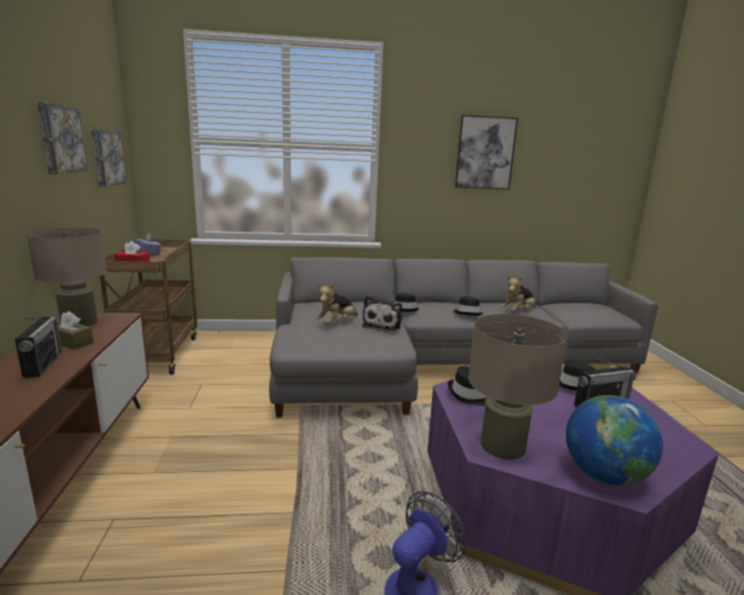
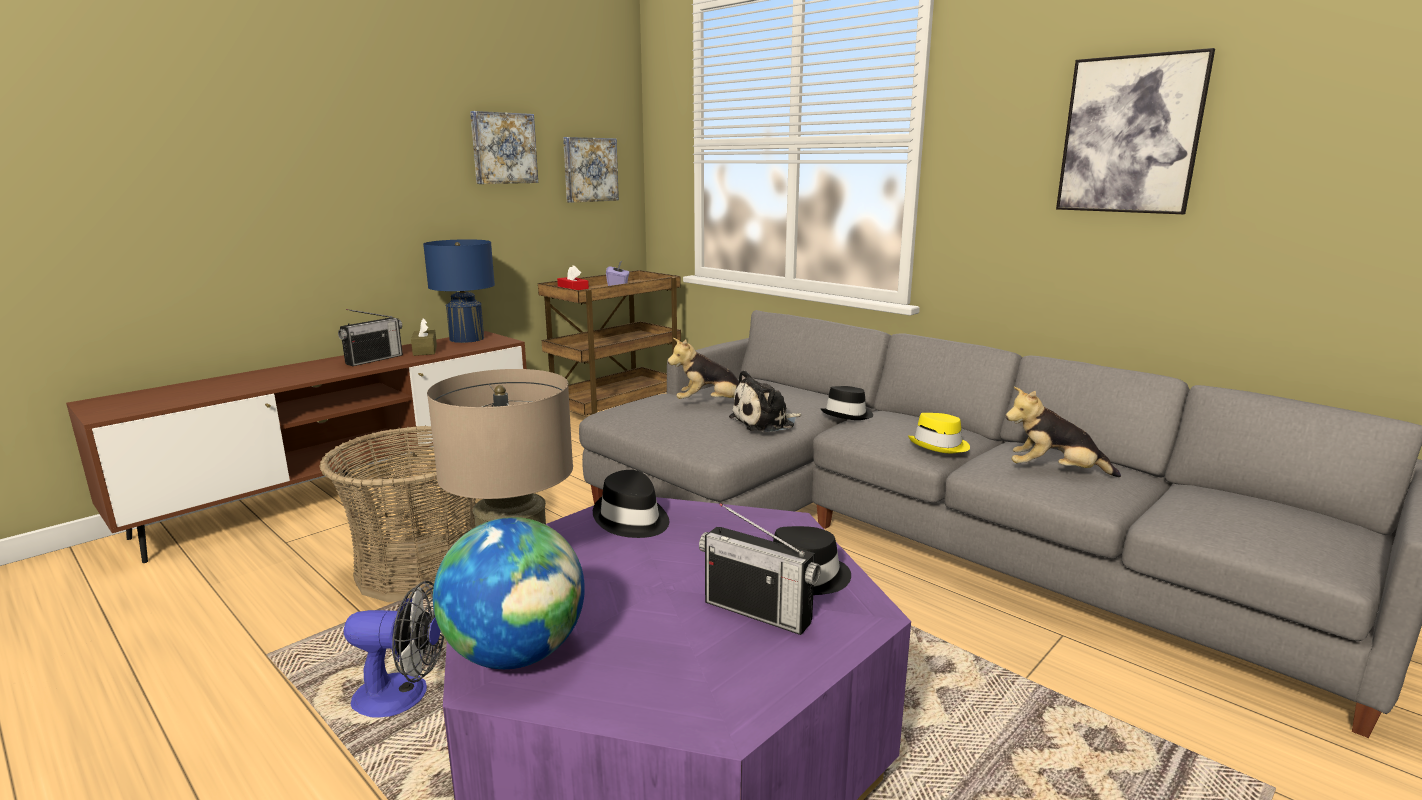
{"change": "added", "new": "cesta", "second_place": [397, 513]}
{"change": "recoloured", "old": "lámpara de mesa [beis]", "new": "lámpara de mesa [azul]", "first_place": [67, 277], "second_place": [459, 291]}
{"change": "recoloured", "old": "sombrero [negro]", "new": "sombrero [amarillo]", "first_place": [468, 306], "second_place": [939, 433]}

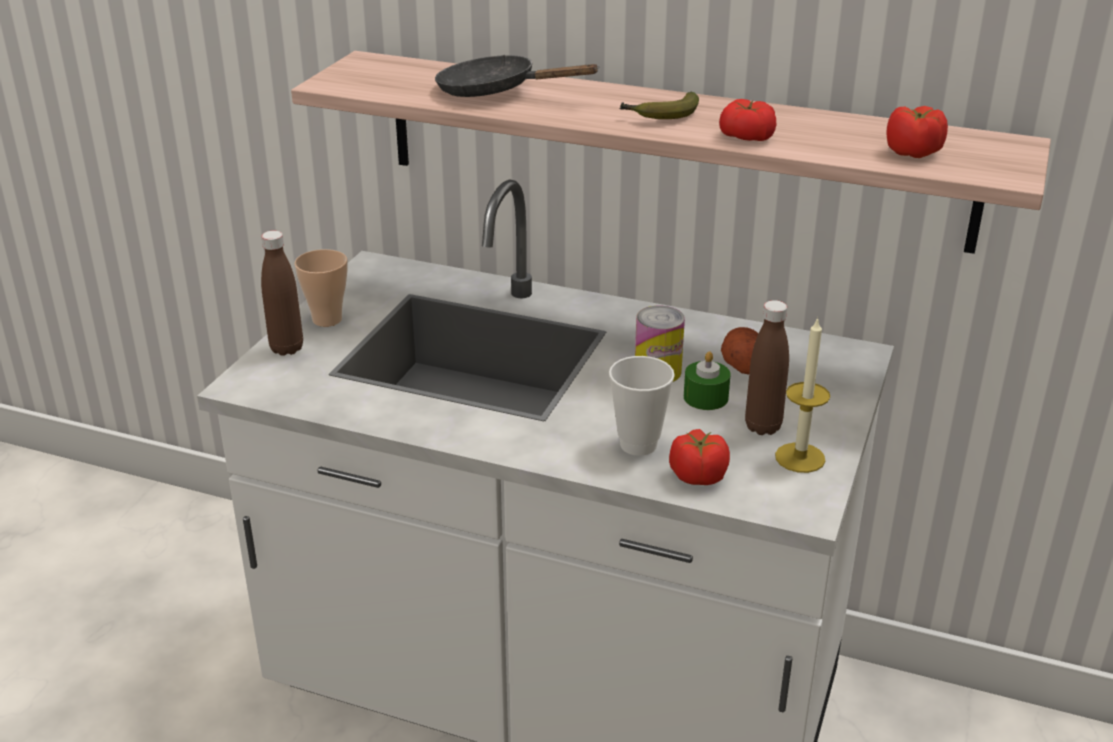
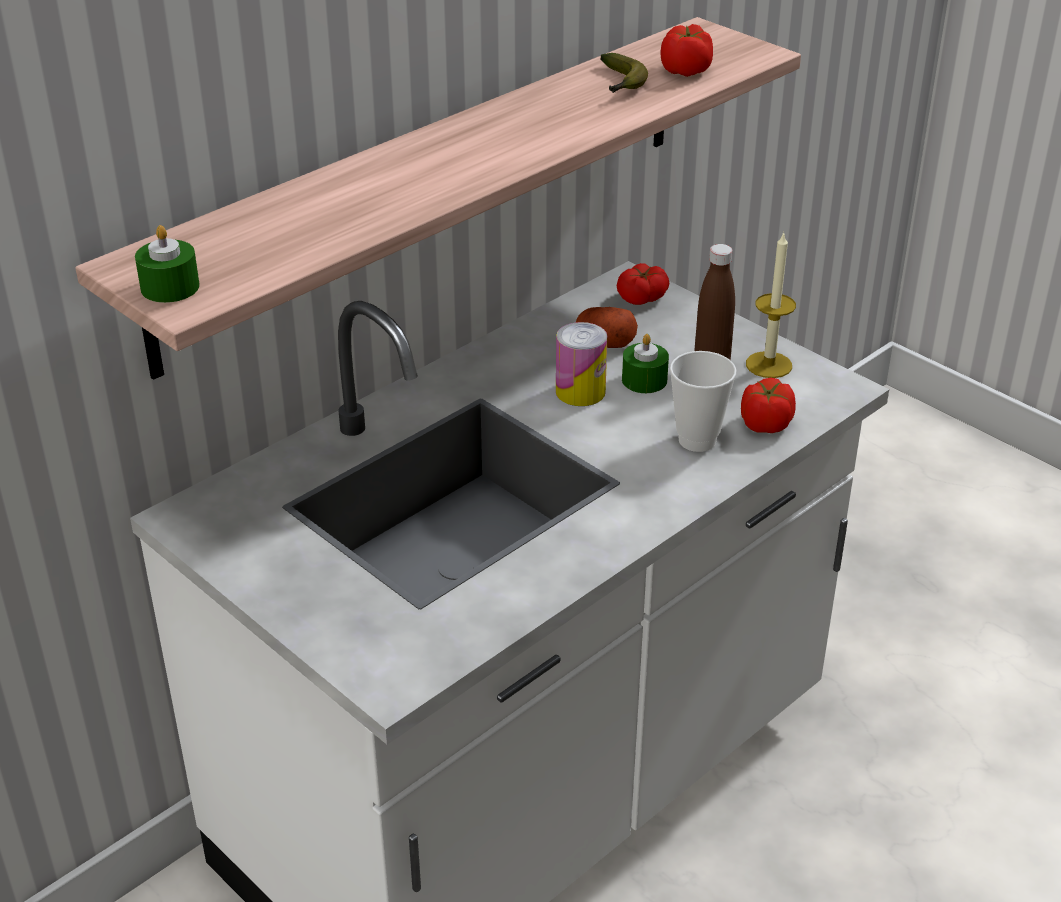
{"change": "added", "new": "vela [verde]", "second_place": [167, 264]}
{"change": "moved", "old": "plátano", "first_place": [659, 105], "second_place": [624, 73]}
{"change": "moved", "old": "tomate", "first_place": [747, 120], "second_place": [643, 284]}
{"change": "removed", "old": "botella [marrón]", "first_place": [282, 293]}
{"change": "removed", "old": "taza", "first_place": [321, 288]}
{"change": "removed", "old": "sartén [negro]", "first_place": [517, 76]}

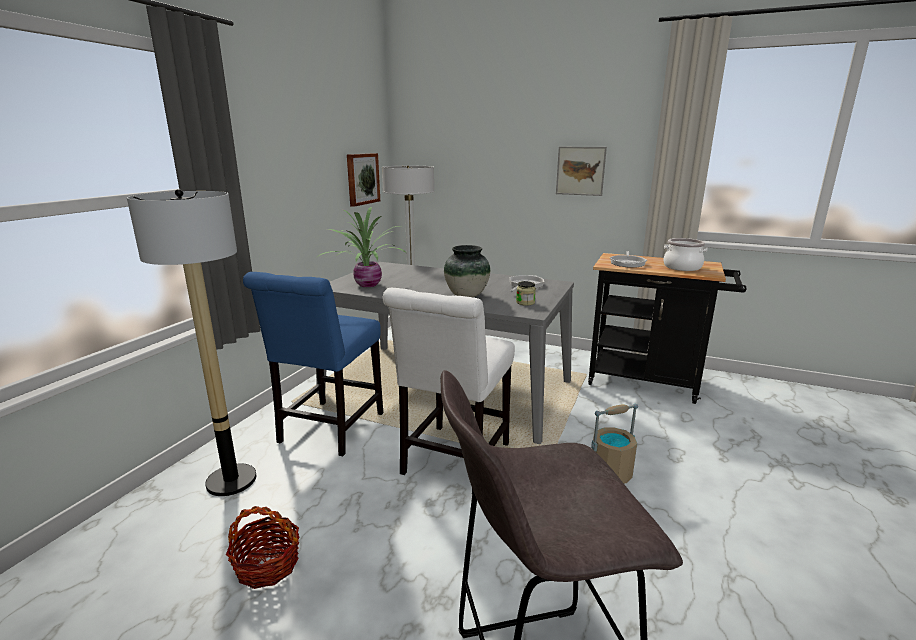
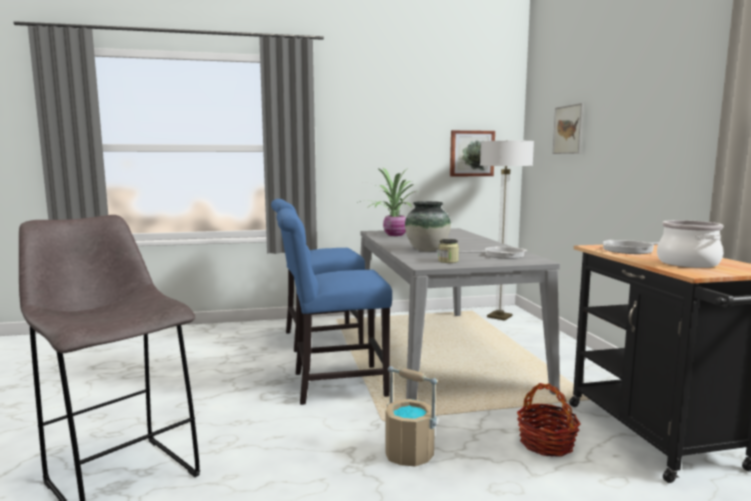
{"change": "recoloured", "old": "silla [blanco]", "new": "silla [azul]", "first_place": [449, 391], "second_place": [334, 306]}
{"change": "moved", "old": "cesta", "first_place": [263, 547], "second_place": [549, 420]}
{"change": "moved", "old": "cuadro", "first_place": [581, 171], "second_place": [568, 128]}
{"change": "removed", "old": "lámpara de pie", "first_place": [191, 342]}

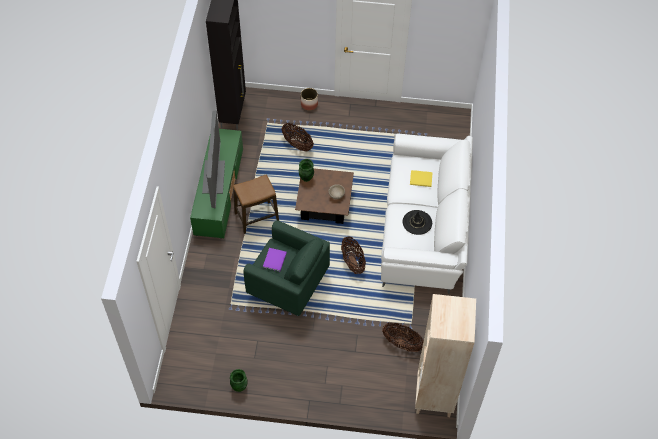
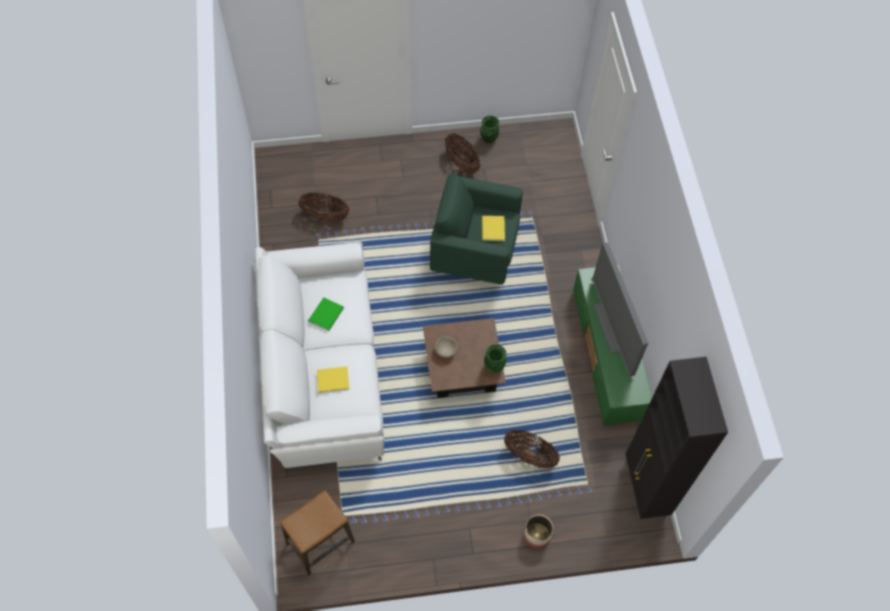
{"change": "moved", "old": "taburete", "first_place": [256, 204], "second_place": [317, 533]}
{"change": "replaced", "old": "sombrero [negro]", "new": "libro [verde]", "first_place": [417, 222], "second_place": [326, 314]}
{"change": "moved", "old": "cesta", "first_place": [353, 255], "second_place": [462, 154]}
{"change": "recoloured", "old": "libro [morado]", "new": "libro [amarillo]", "first_place": [275, 259], "second_place": [493, 228]}
{"change": "removed", "old": "estantería [beis]", "first_place": [445, 355]}

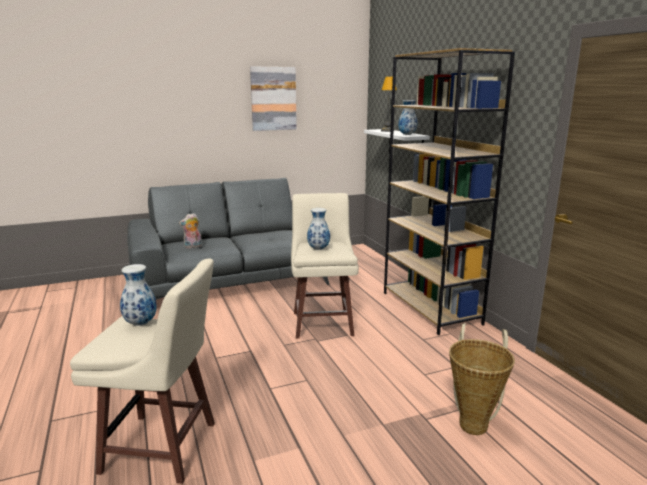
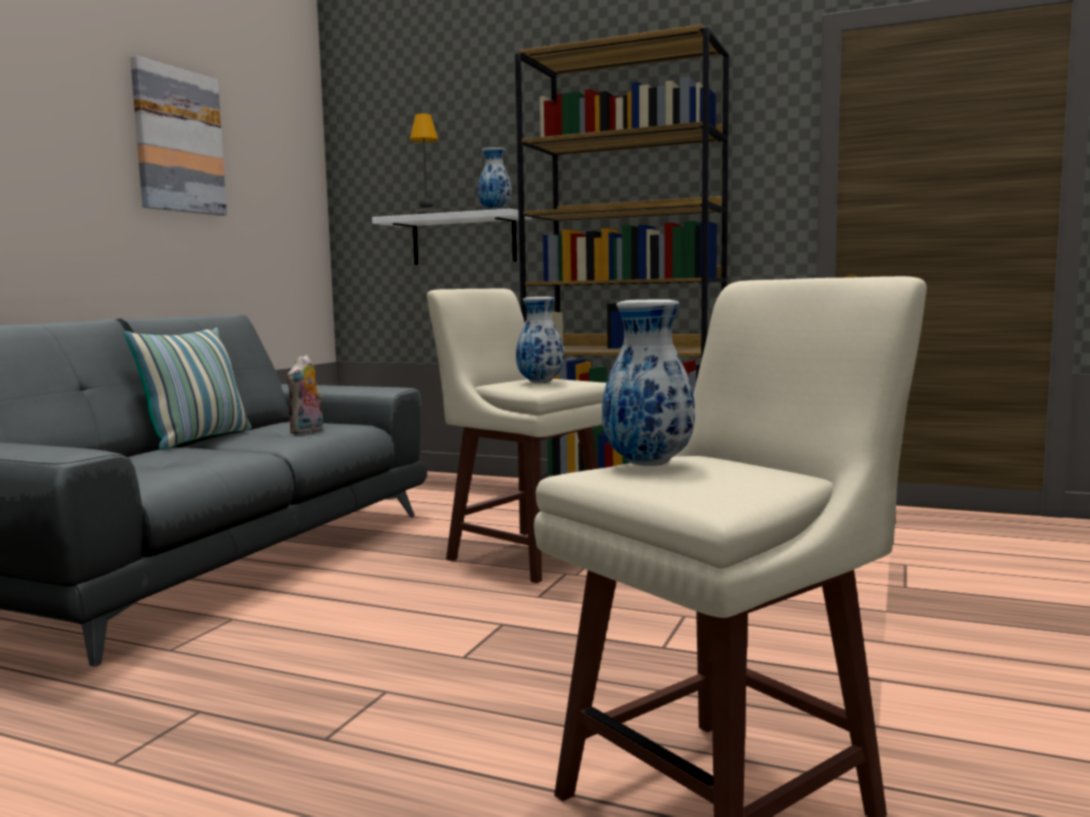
{"change": "added", "new": "cojín", "second_place": [187, 388]}
{"change": "moved", "old": "peluche", "first_place": [190, 230], "second_place": [305, 394]}
{"change": "removed", "old": "cesta", "first_place": [482, 379]}

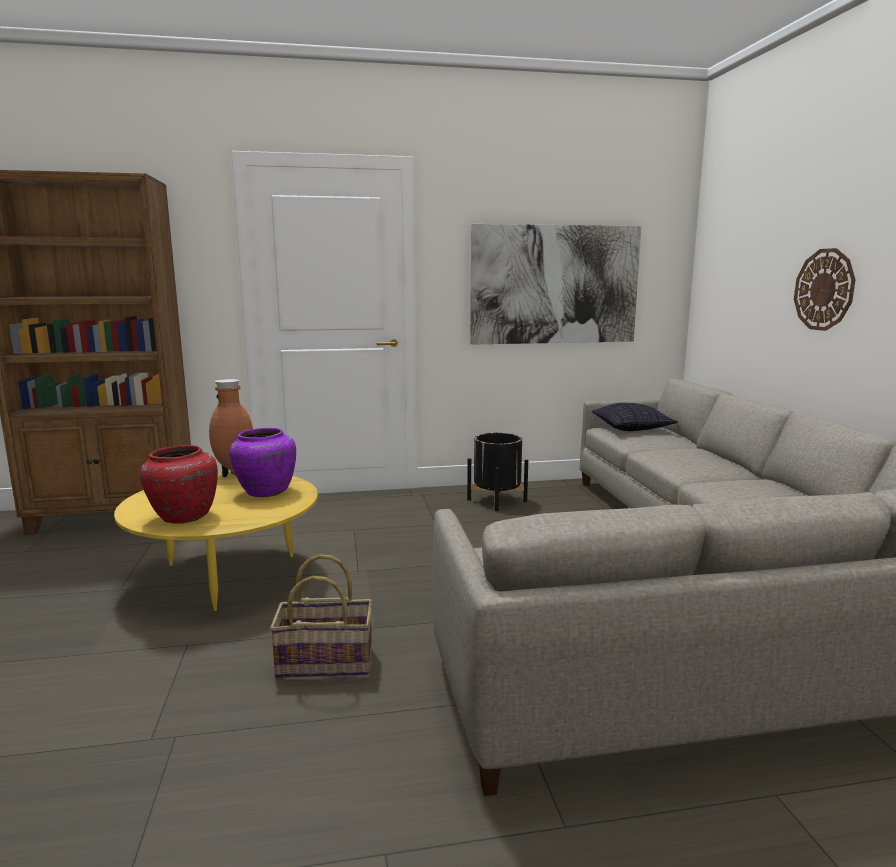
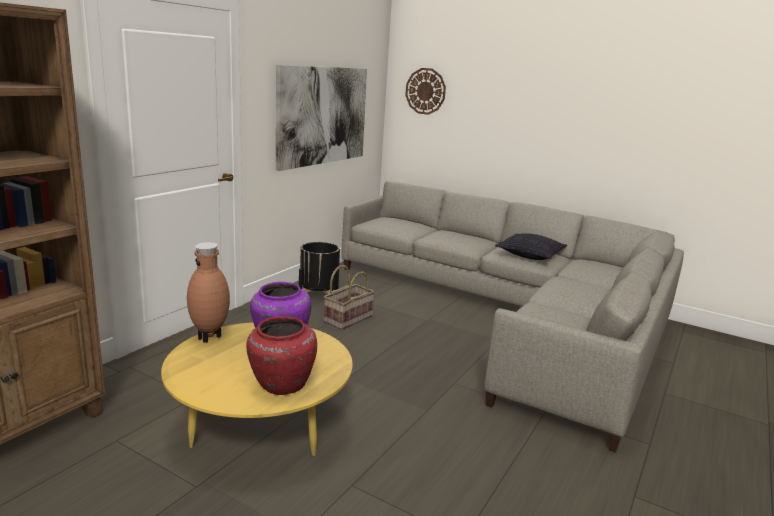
{"change": "moved", "old": "cesta", "first_place": [321, 616], "second_place": [349, 297]}
{"change": "moved", "old": "reloj de pared", "first_place": [824, 289], "second_place": [425, 91]}
{"change": "moved", "old": "cojín", "first_place": [635, 417], "second_place": [531, 246]}

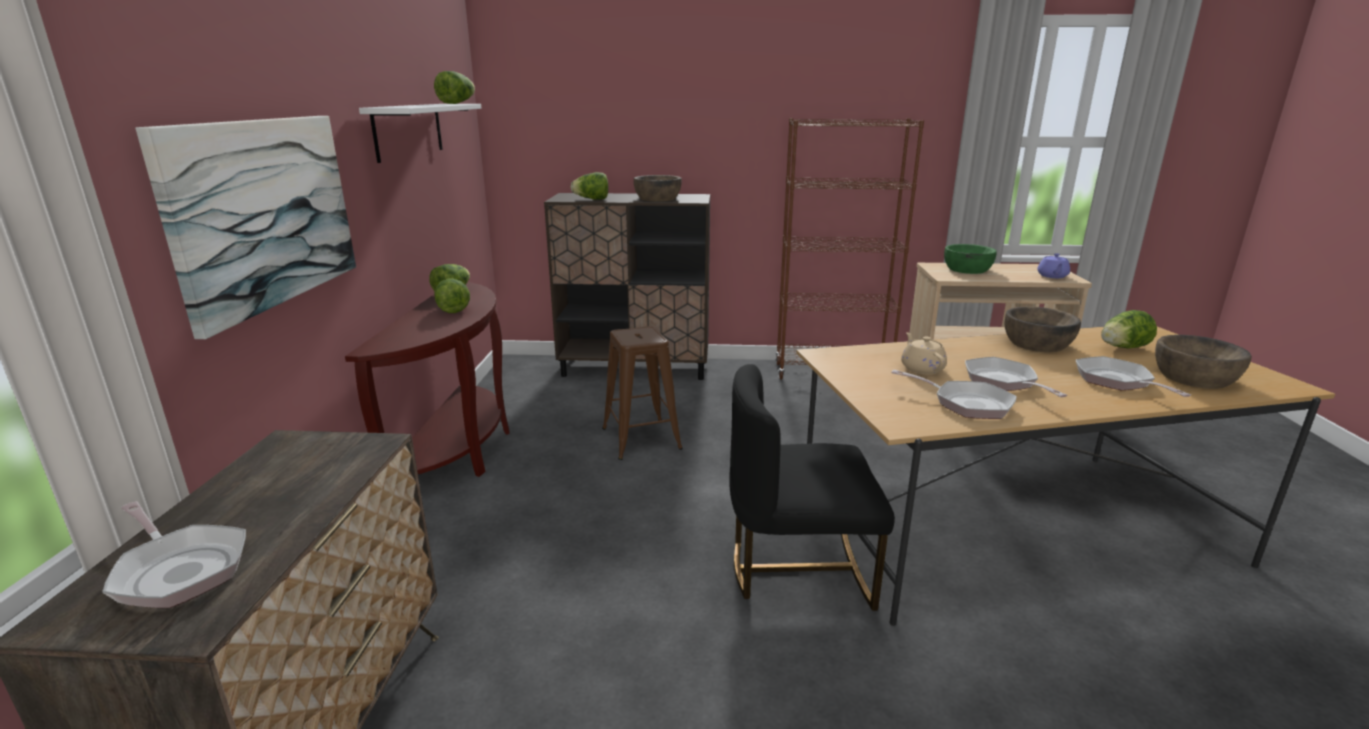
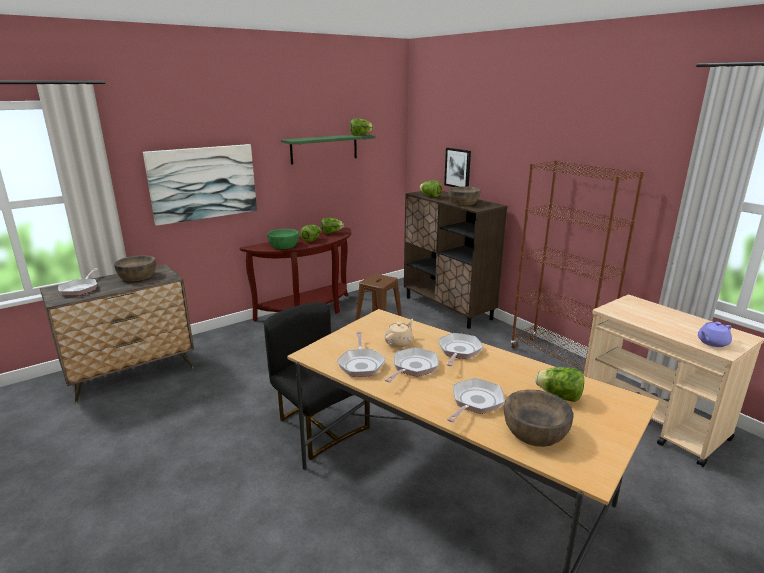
{"change": "moved", "old": "cuenco [marrón]", "first_place": [1042, 329], "second_place": [135, 268]}
{"change": "moved", "old": "cuenco [verde]", "first_place": [970, 259], "second_place": [283, 239]}
{"change": "recoloured", "old": "estante [blanco]", "new": "estante [verde]", "first_place": [420, 133], "second_place": [328, 149]}
{"change": "added", "new": "sartén", "second_place": [460, 349]}
{"change": "added", "new": "cuadro", "second_place": [457, 167]}

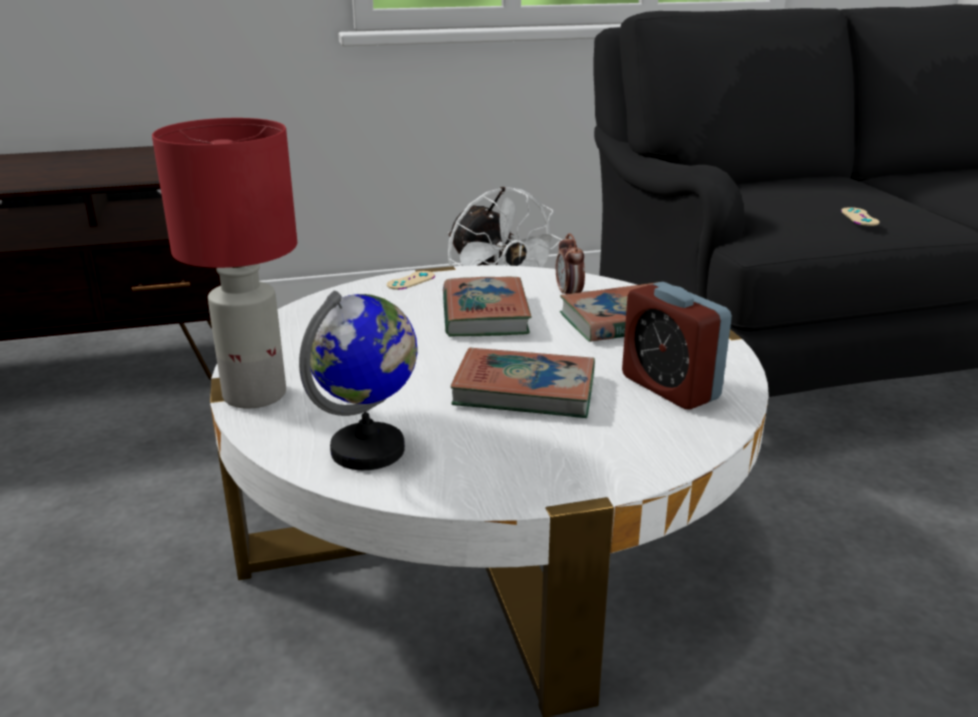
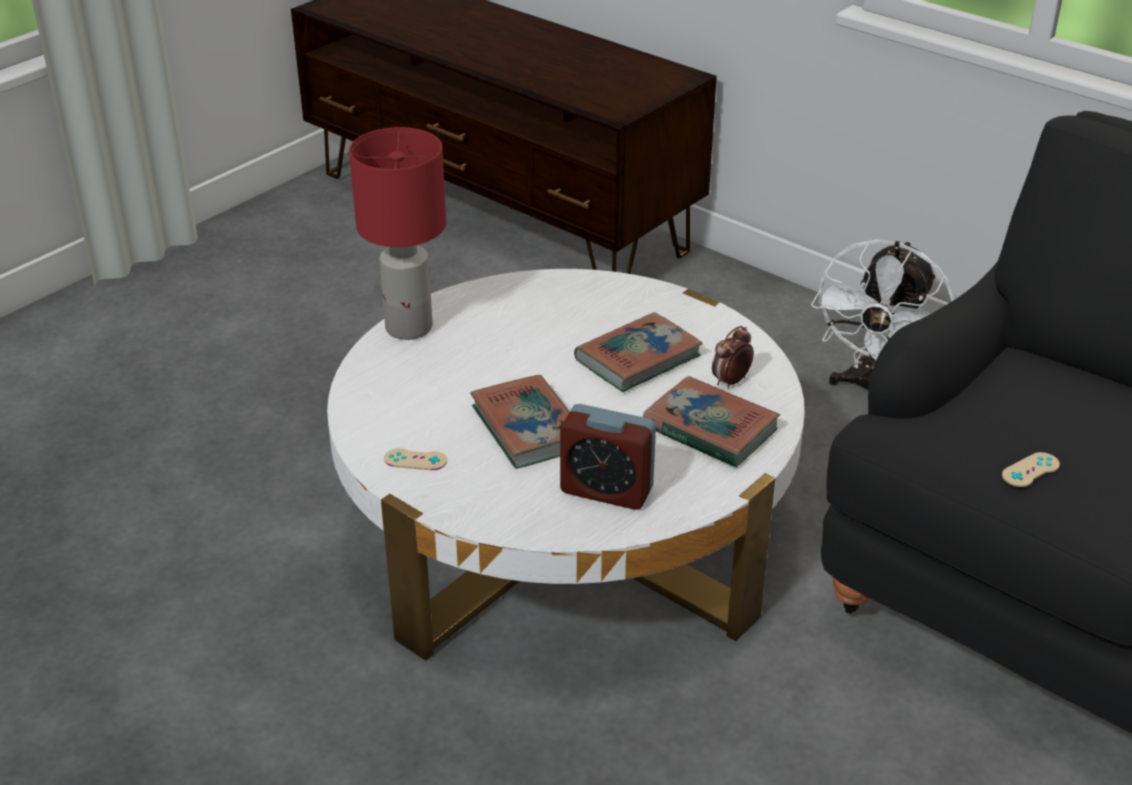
{"change": "moved", "old": "mando de consola [beis]", "first_place": [411, 280], "second_place": [415, 459]}
{"change": "turned", "old": "despertador", "first_place": [677, 345], "second_place": [608, 457], "degrees": -90}
{"change": "removed", "old": "globo terráqueo", "first_place": [358, 380]}

